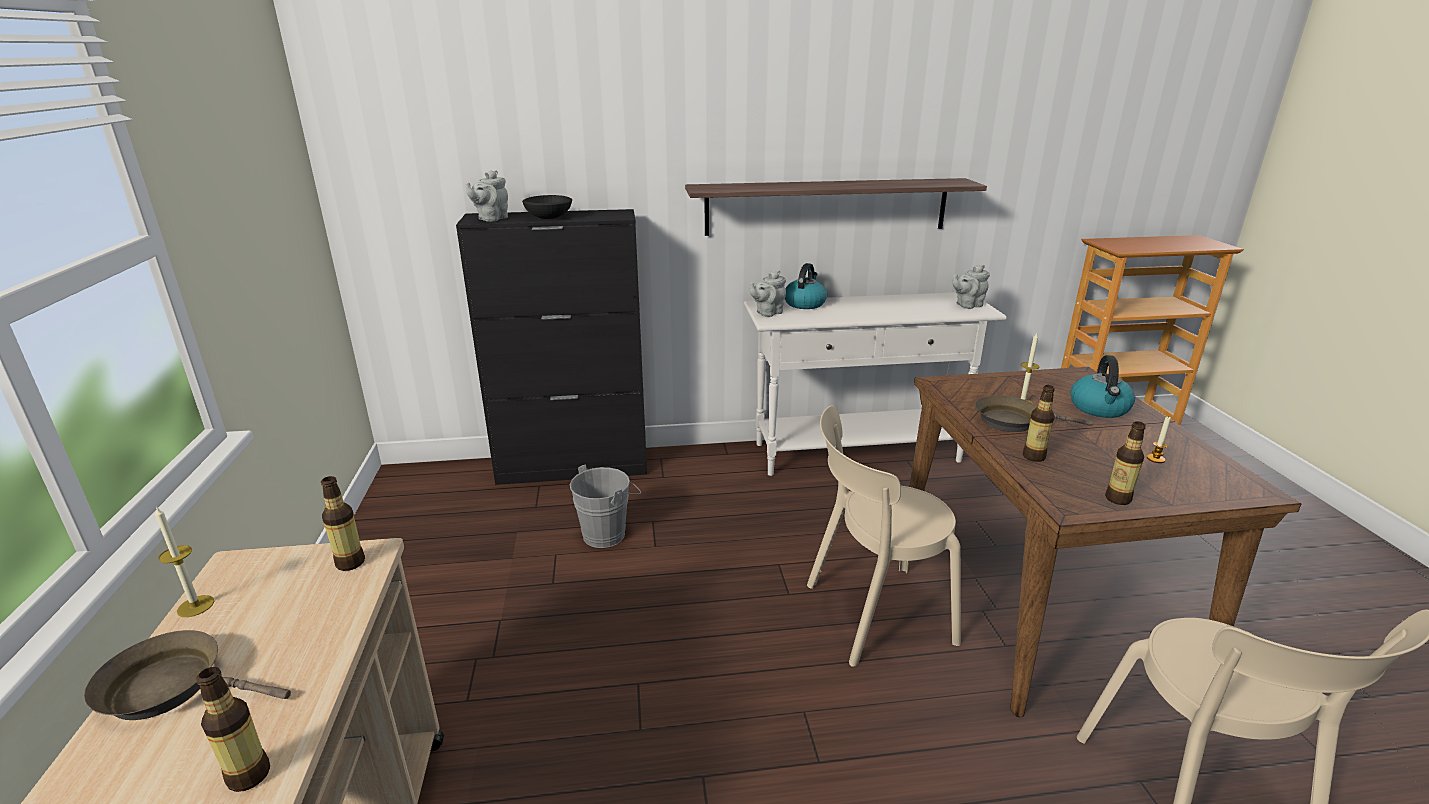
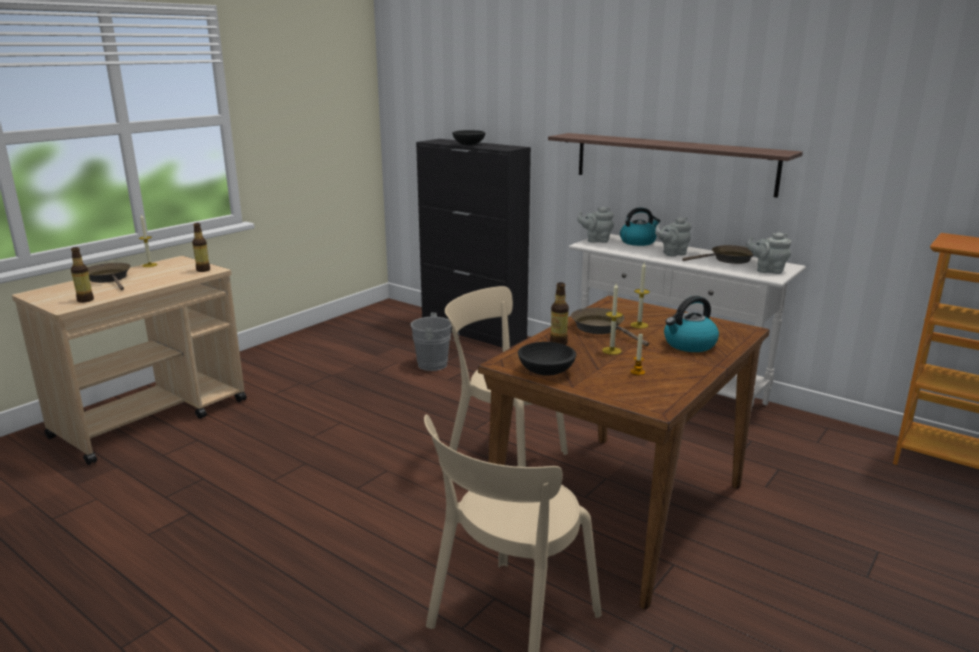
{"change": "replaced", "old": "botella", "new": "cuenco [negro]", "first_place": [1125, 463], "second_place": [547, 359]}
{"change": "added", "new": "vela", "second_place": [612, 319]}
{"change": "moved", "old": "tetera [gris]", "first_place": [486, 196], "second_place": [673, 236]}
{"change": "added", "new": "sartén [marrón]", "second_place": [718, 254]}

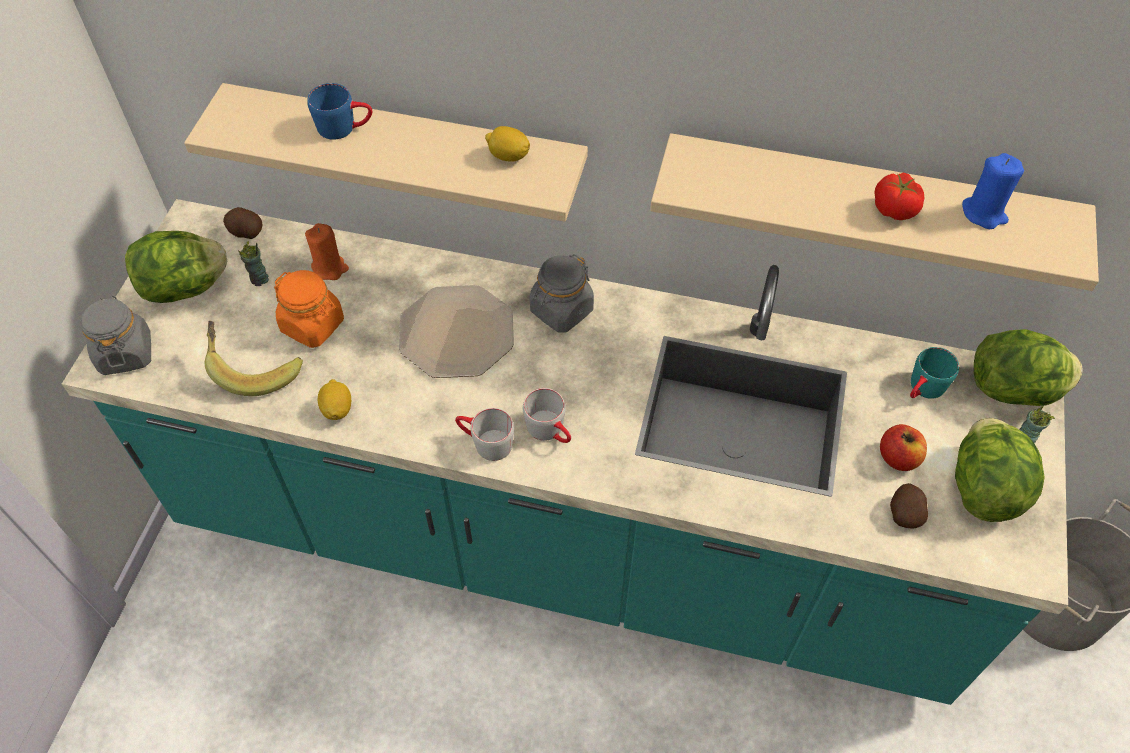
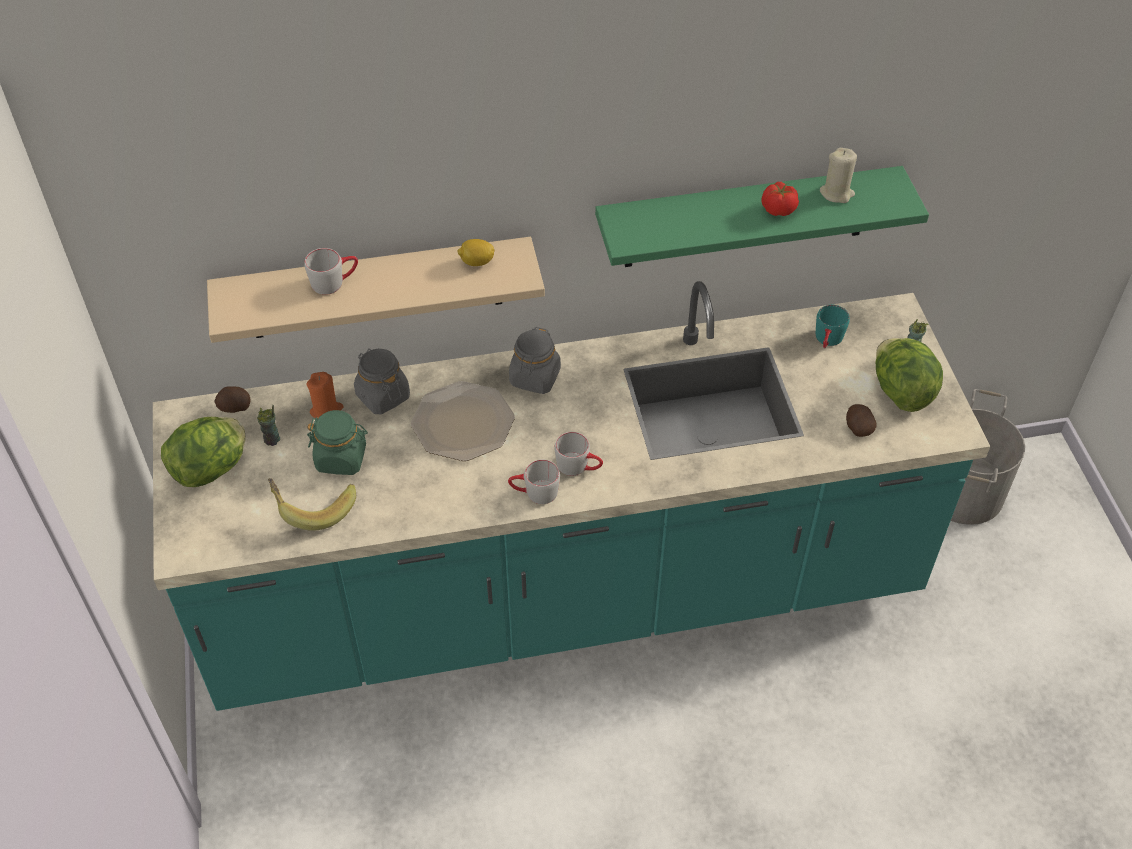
{"change": "recoloured", "old": "taza grande [azul]", "new": "taza grande [gris]", "first_place": [339, 111], "second_place": [331, 271]}
{"change": "recoloured", "old": "tarro [naranja]", "new": "tarro [verde]", "first_place": [309, 309], "second_place": [337, 442]}
{"change": "moved", "old": "tarro [gris]", "first_place": [116, 335], "second_place": [382, 381]}
{"change": "recoloured", "old": "estante [beis]", "new": "estante [verde]", "first_place": [874, 212], "second_place": [762, 216]}
{"change": "recoloured", "old": "vela [azul]", "new": "vela [beis]", "first_place": [993, 191], "second_place": [838, 175]}
{"change": "removed", "old": "limón", "first_place": [334, 399]}
{"change": "removed", "old": "manzana", "first_place": [903, 447]}
{"change": "removed", "old": "lechuga", "first_place": [1028, 367]}

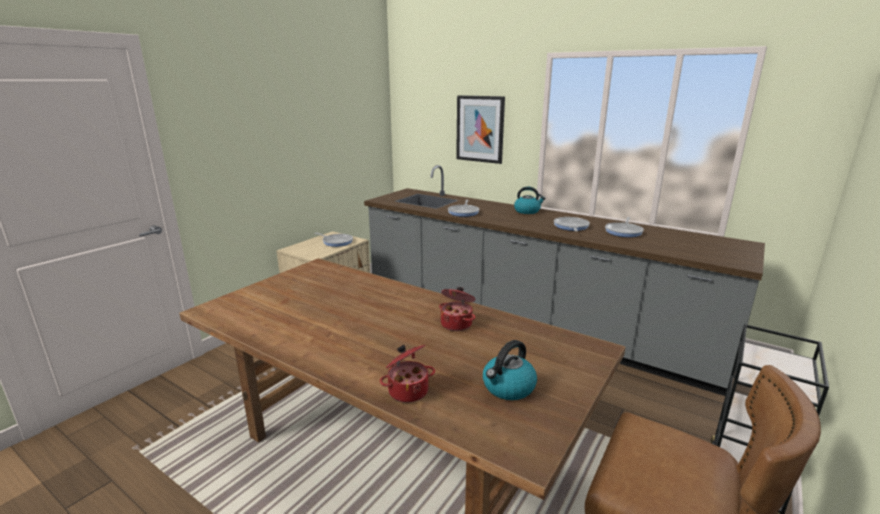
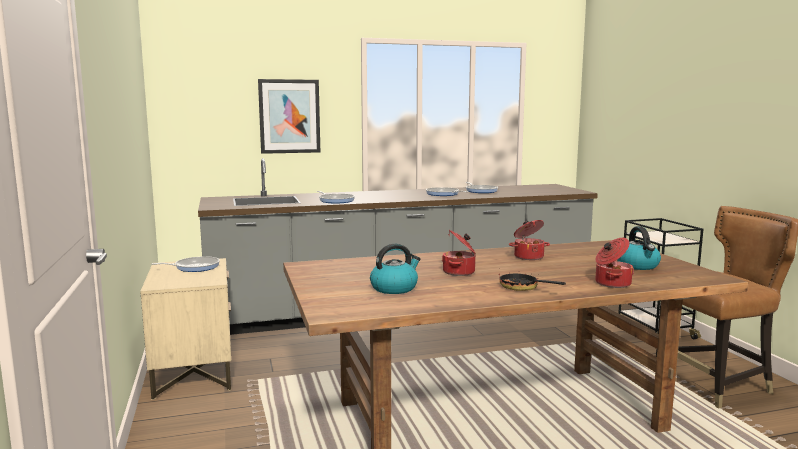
{"change": "moved", "old": "hervidor", "first_place": [529, 200], "second_place": [395, 269]}
{"change": "added", "new": "olla", "second_place": [459, 253]}
{"change": "added", "new": "sartén", "second_place": [532, 279]}

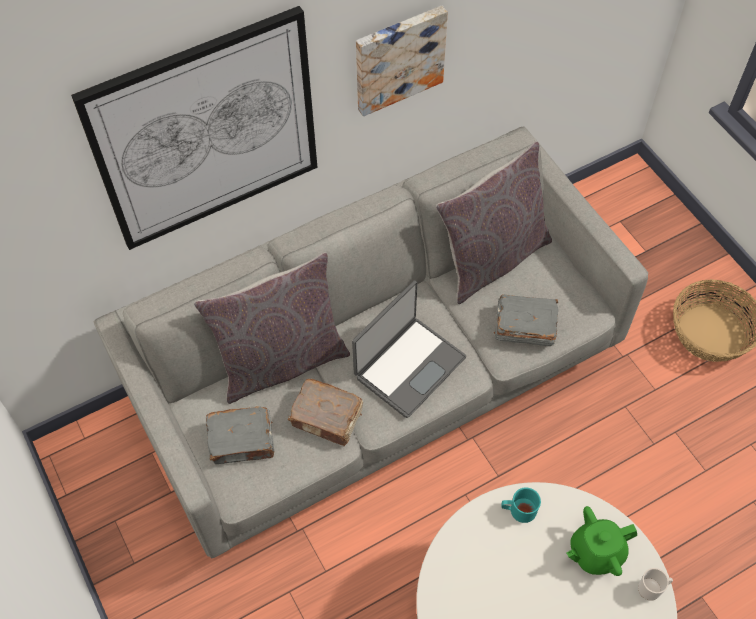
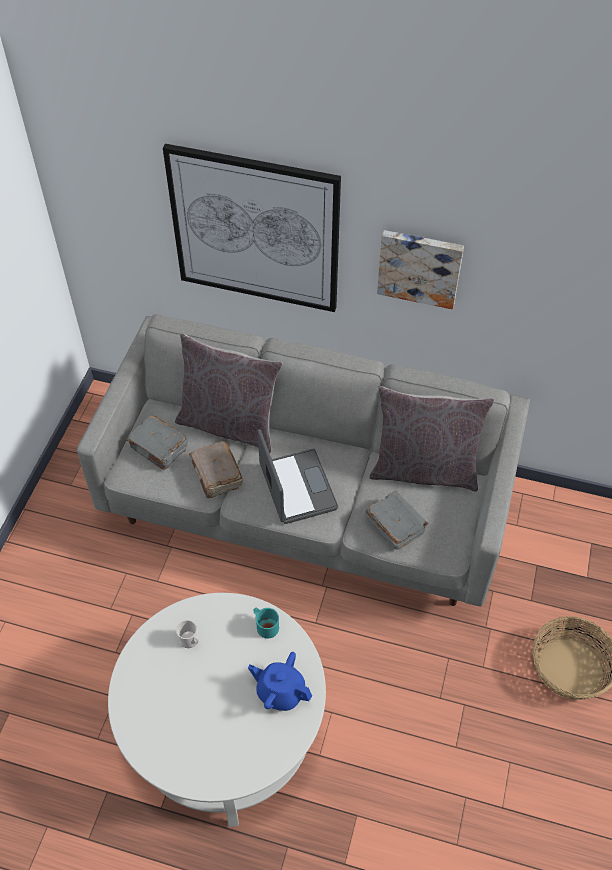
{"change": "moved", "old": "taza grande", "first_place": [655, 584], "second_place": [187, 634]}
{"change": "recoloured", "old": "tetera [verde]", "new": "tetera [azul]", "first_place": [601, 541], "second_place": [280, 681]}
{"change": "turned", "old": "portátil", "first_place": [409, 349], "second_place": [298, 476], "degrees": -105}

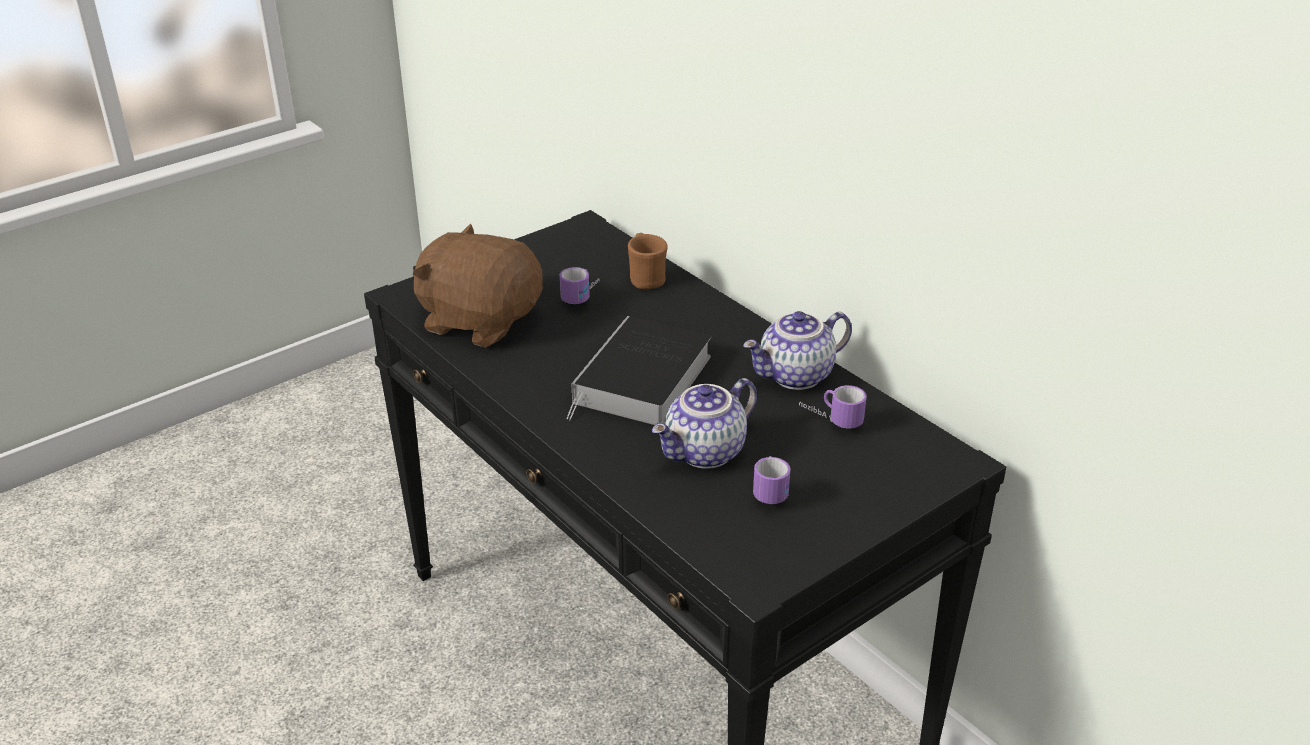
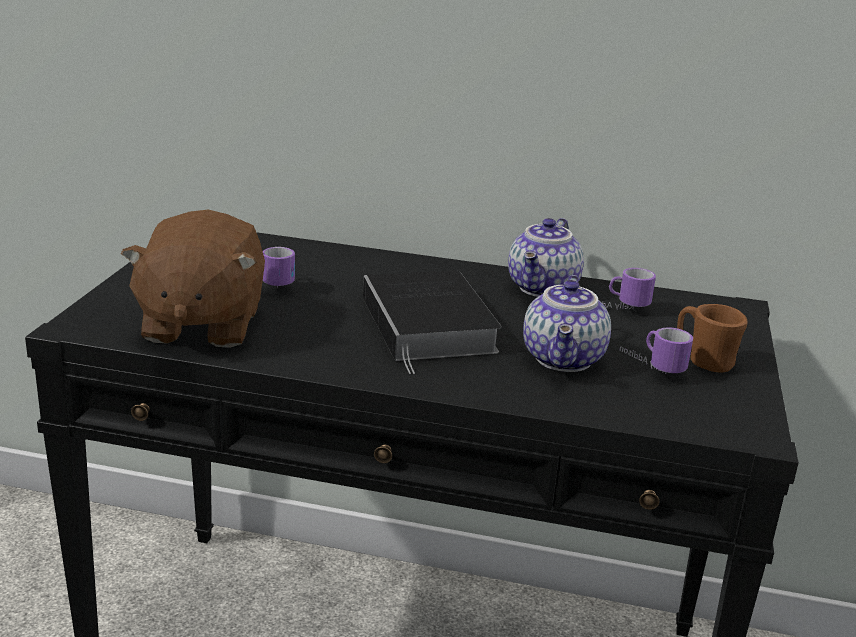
{"change": "turned", "old": "peluche [marrón]", "first_place": [478, 286], "second_place": [193, 279], "degrees": -75}
{"change": "moved", "old": "taza grande [marrón]", "first_place": [648, 261], "second_place": [712, 338]}

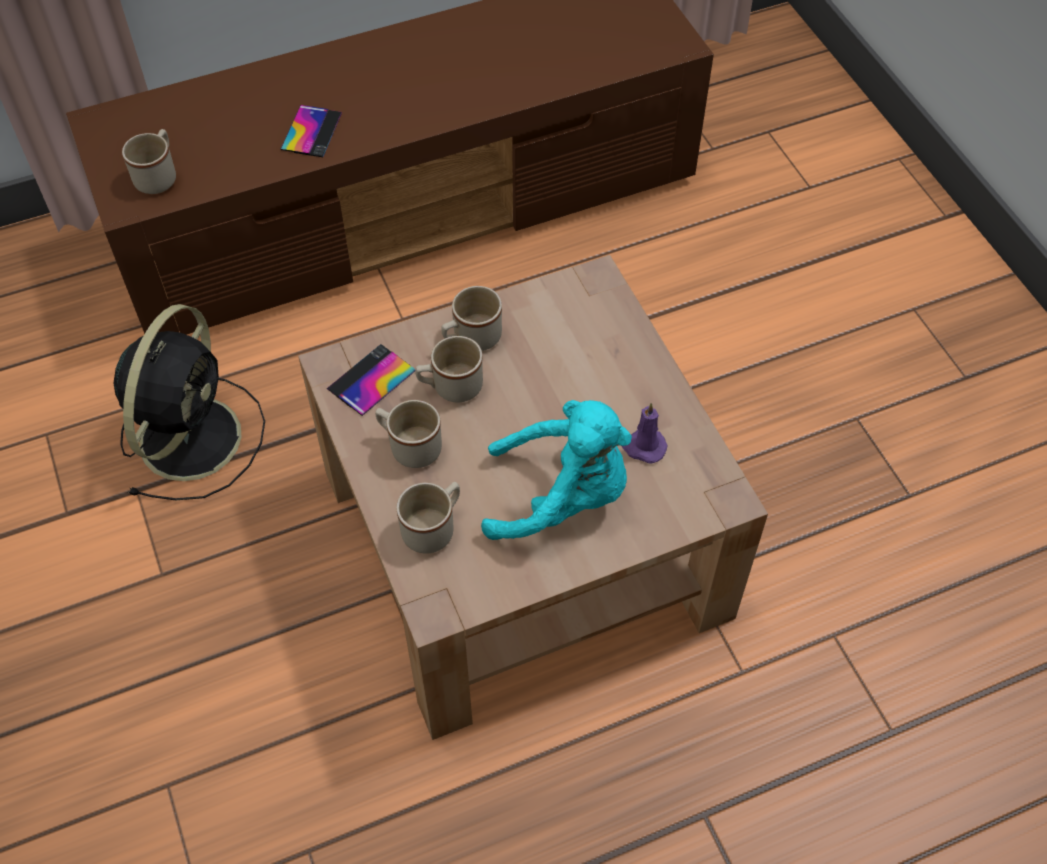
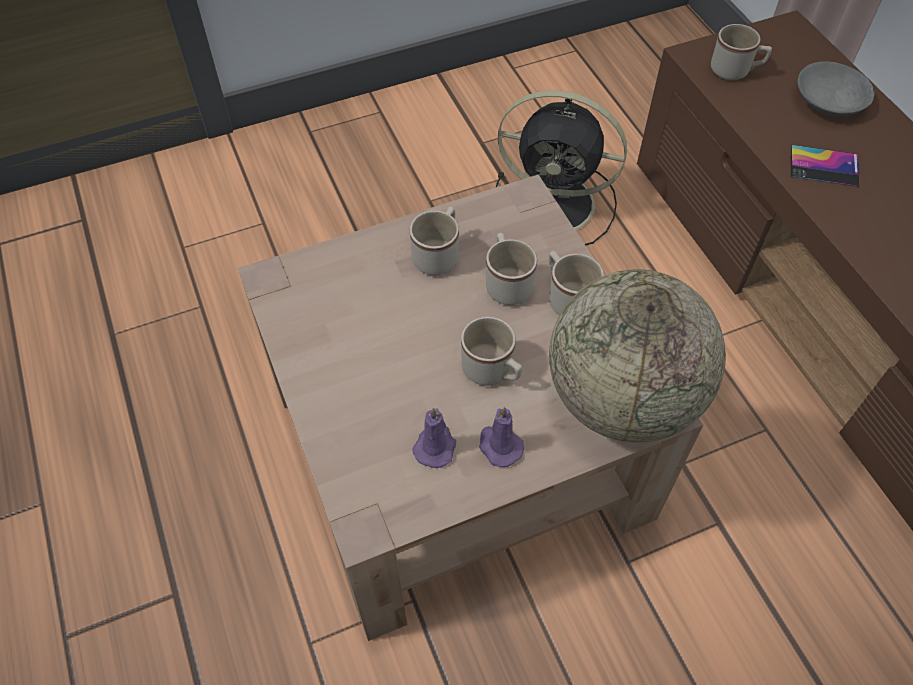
{"change": "moved", "old": "taza grande [beis]", "first_place": [428, 518], "second_place": [491, 351]}
{"change": "added", "new": "vela [morado]", "second_place": [501, 437]}
{"change": "added", "new": "globo terráqueo", "second_place": [637, 356]}
{"change": "added", "new": "cuenco [gris]", "second_place": [835, 88]}
{"change": "removed", "old": "móvil", "first_place": [371, 380]}
{"change": "removed", "old": "peluche [turquesa]", "first_place": [556, 470]}

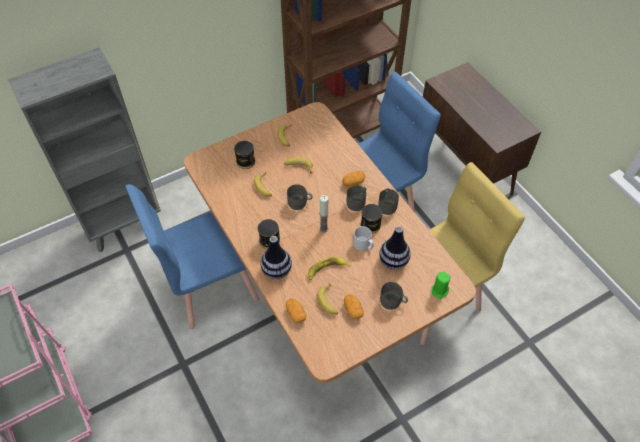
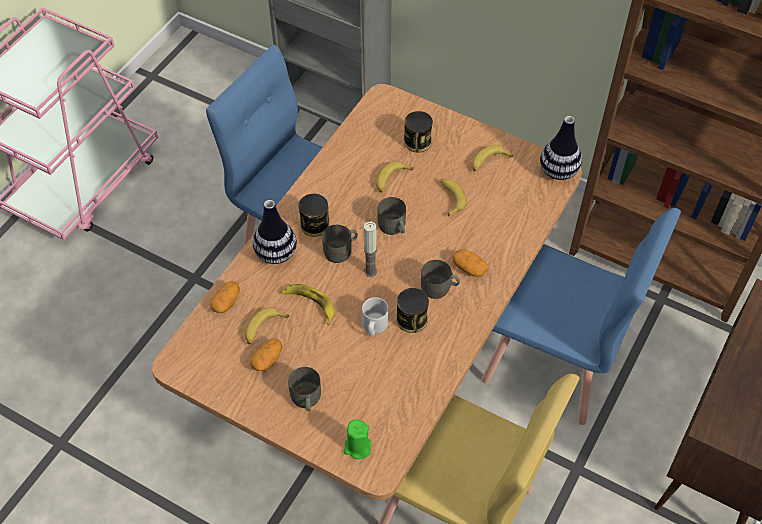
{"change": "moved", "old": "taza grande [gris]", "first_place": [388, 201], "second_place": [340, 244]}
{"change": "moved", "old": "florero", "first_place": [395, 247], "second_place": [561, 148]}

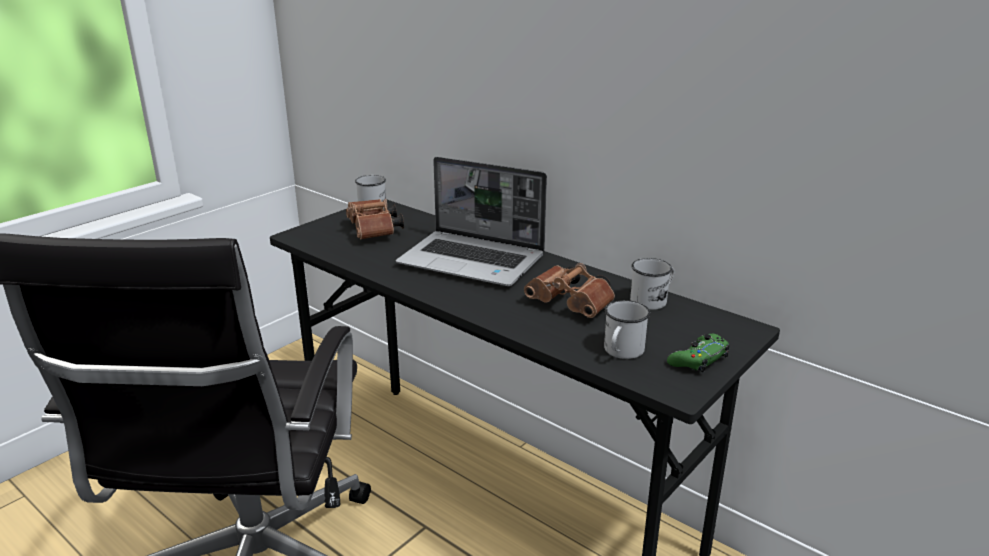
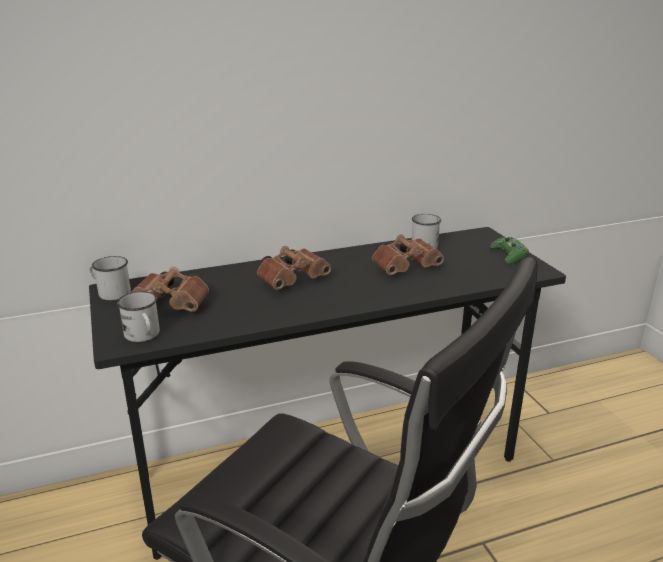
{"change": "moved", "old": "taza grande [blanco]", "first_place": [627, 329], "second_place": [138, 316]}
{"change": "replaced", "old": "portátil", "new": "prismáticos [marrón]", "first_place": [471, 221], "second_place": [294, 268]}

